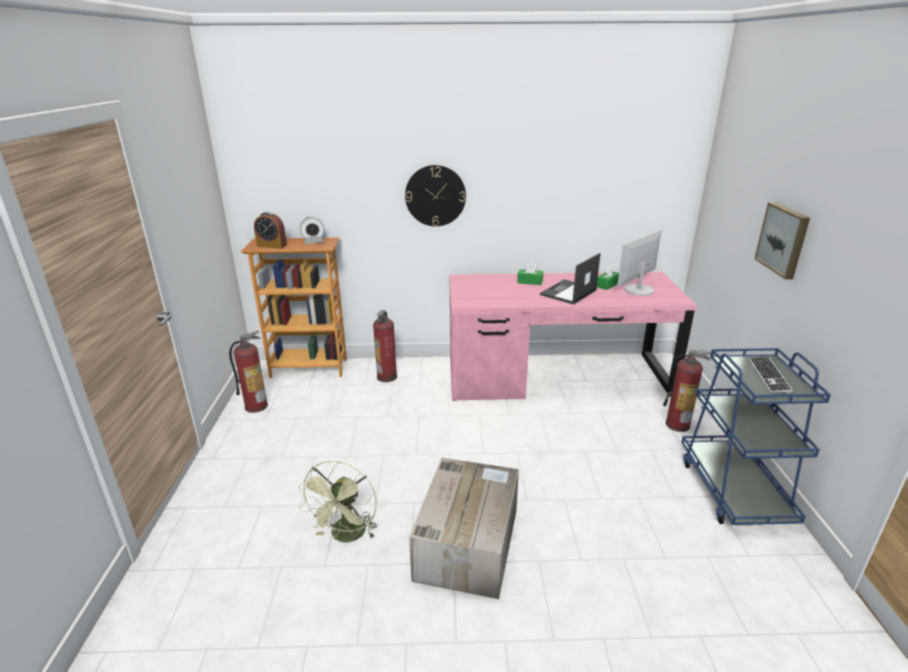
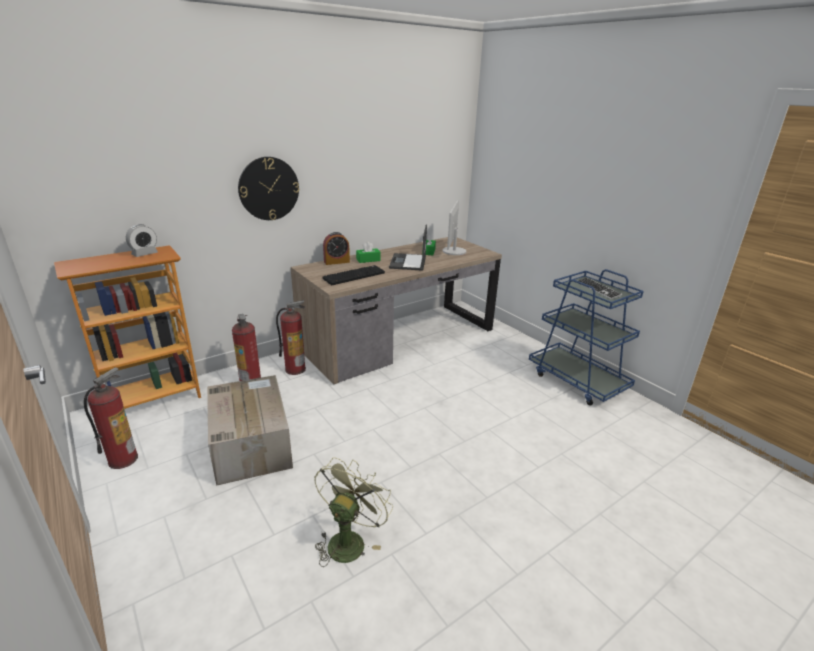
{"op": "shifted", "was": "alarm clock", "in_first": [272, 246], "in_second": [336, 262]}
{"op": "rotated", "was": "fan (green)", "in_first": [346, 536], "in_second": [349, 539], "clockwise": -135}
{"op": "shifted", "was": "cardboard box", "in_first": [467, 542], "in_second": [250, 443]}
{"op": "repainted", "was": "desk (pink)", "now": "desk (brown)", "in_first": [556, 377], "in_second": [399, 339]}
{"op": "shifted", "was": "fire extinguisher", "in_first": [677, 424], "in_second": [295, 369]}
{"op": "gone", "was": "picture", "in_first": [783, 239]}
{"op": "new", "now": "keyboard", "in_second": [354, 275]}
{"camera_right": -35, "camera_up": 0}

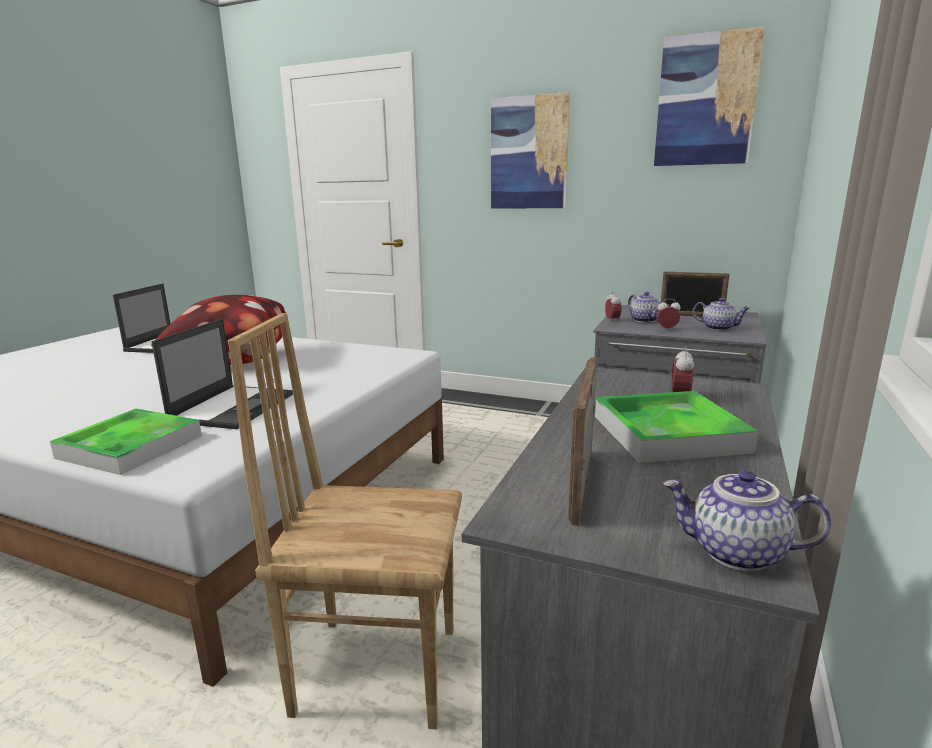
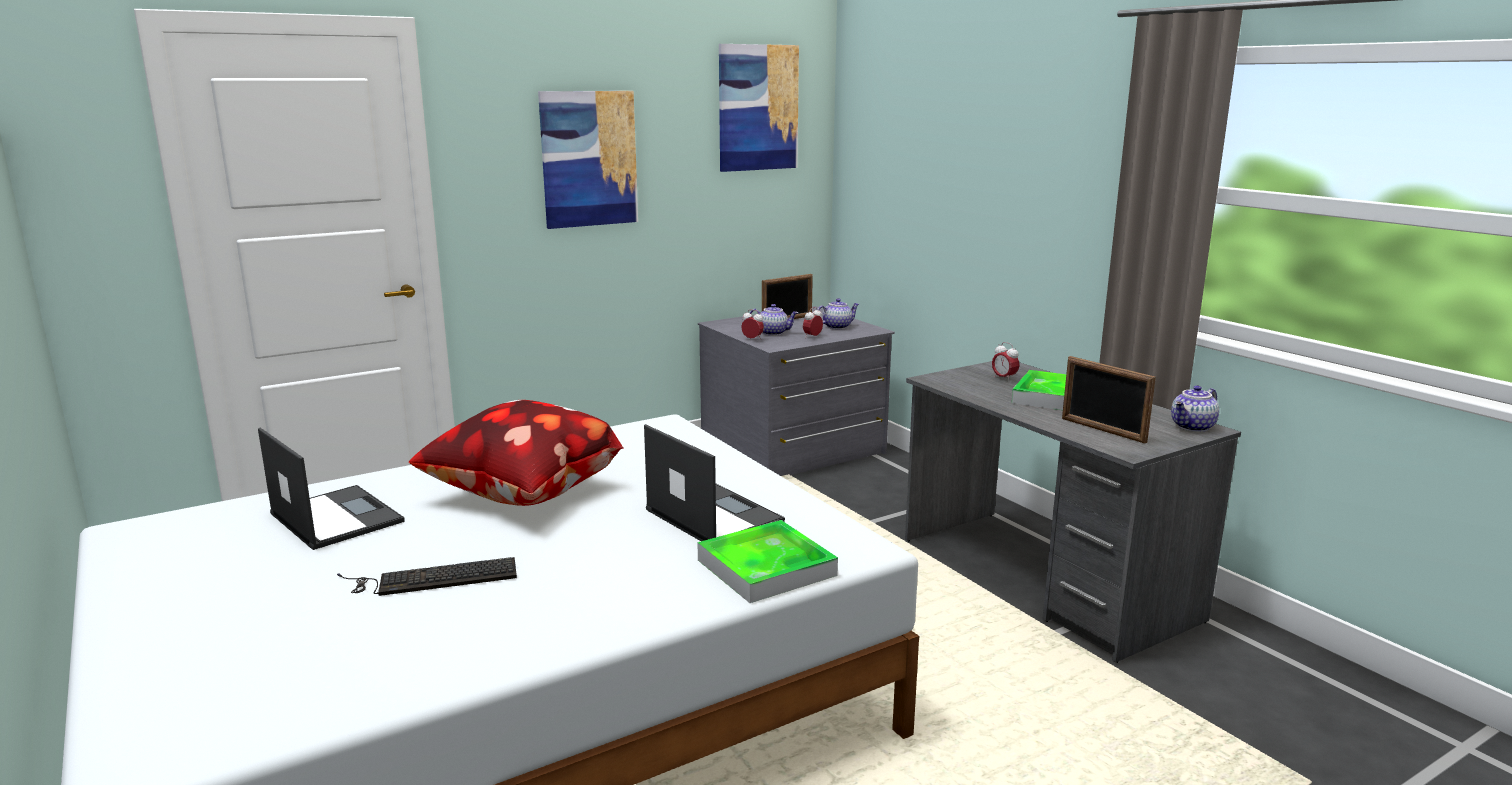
{"op": "gone", "was": "chair (brown)", "in_first": [376, 669]}
{"op": "new", "now": "keyboard", "in_second": [431, 578]}
{"camera_right": -55, "camera_up": 0}

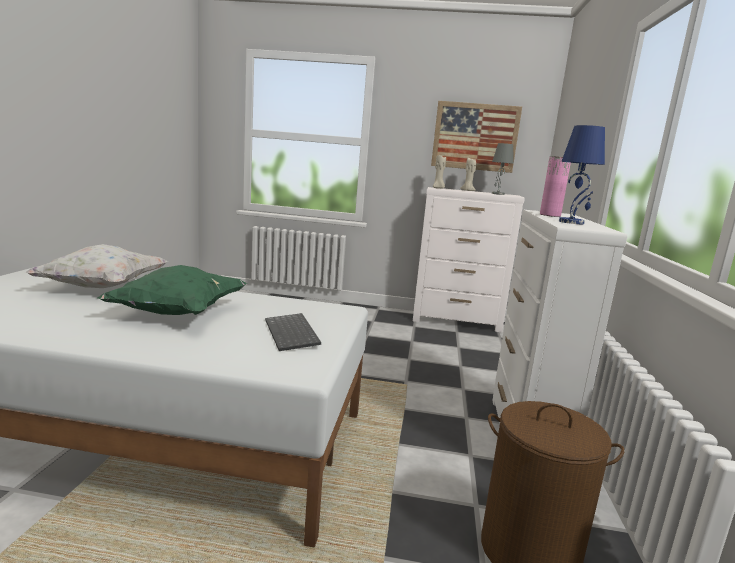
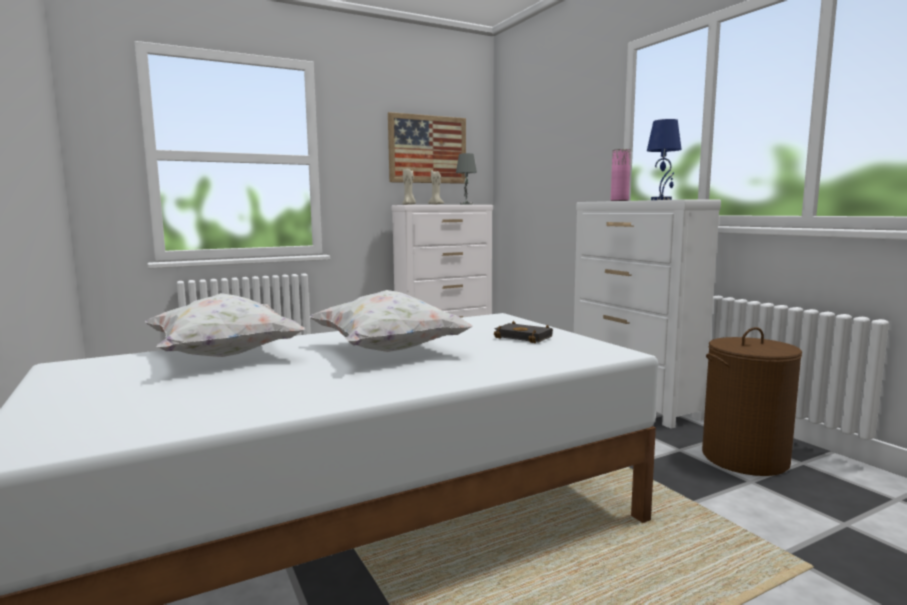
{"op": "repainted", "was": "pillow (green)", "now": "pillow (white)", "in_first": [178, 313], "in_second": [390, 351]}
{"op": "swapped", "was": "keyboard", "now": "book (black)", "in_first": [293, 334], "in_second": [525, 337]}
{"camera_right": -35, "camera_up": -5}

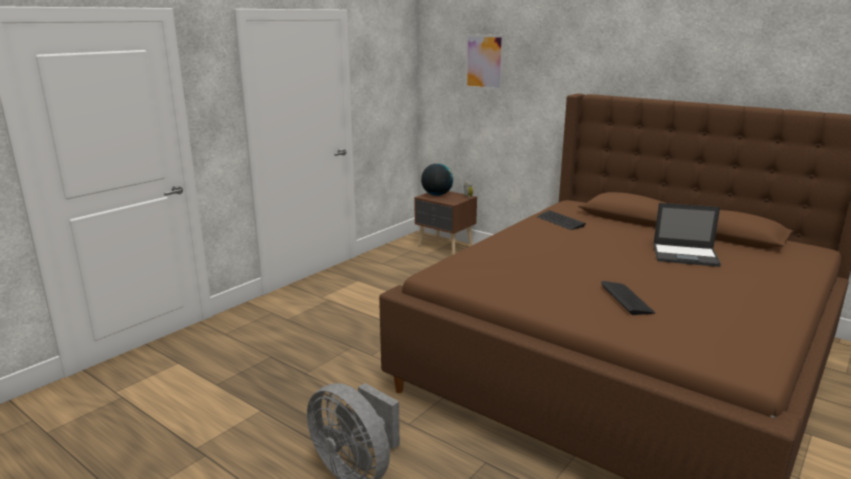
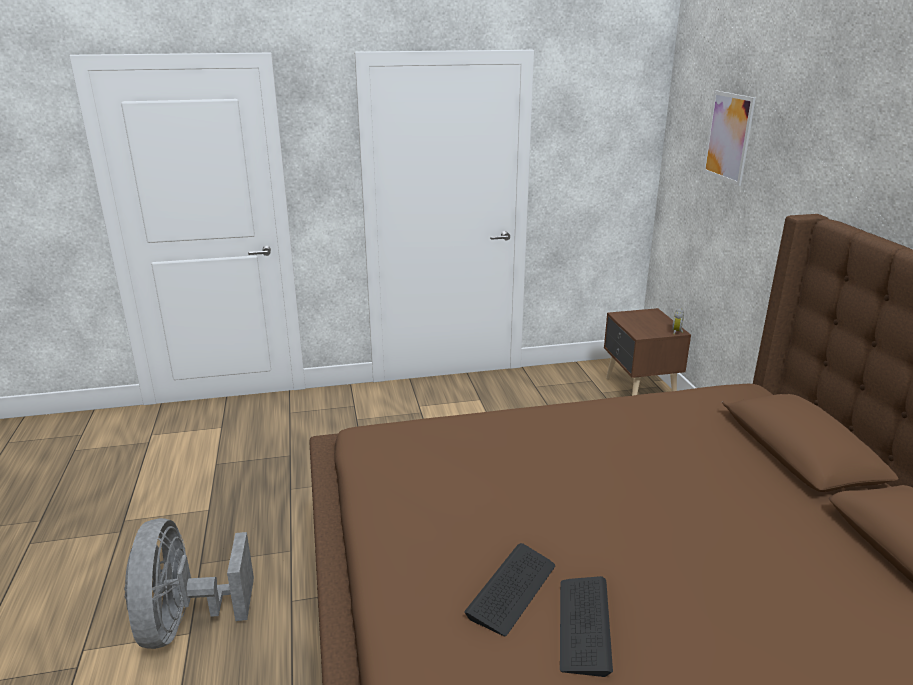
{"op": "gone", "was": "globe", "in_first": [437, 195]}
{"op": "shifted", "was": "keyboard", "in_first": [560, 221], "in_second": [584, 625]}
{"op": "gone", "was": "laptop", "in_first": [686, 255]}
{"camera_right": 40, "camera_up": 5}

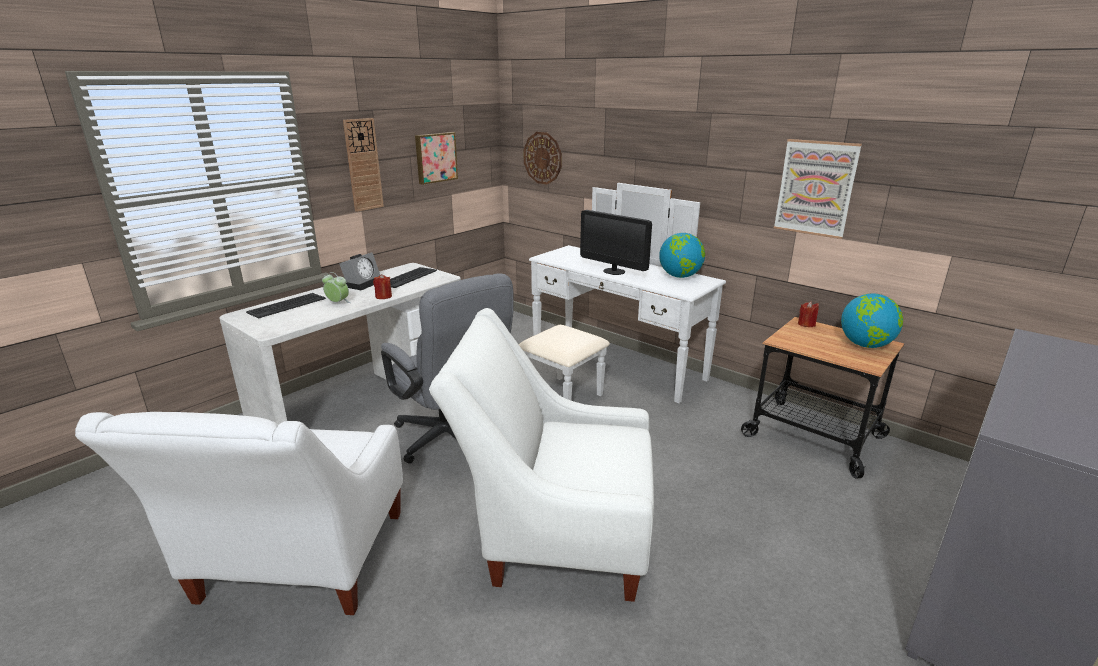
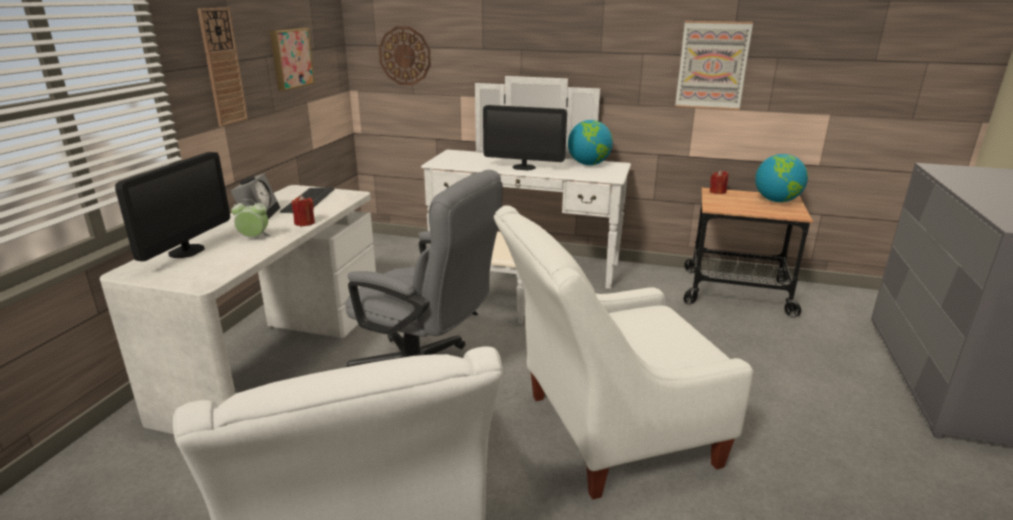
{"op": "swapped", "was": "keyboard", "now": "monitor", "in_first": [287, 306], "in_second": [186, 251]}
{"camera_right": -25, "camera_up": 0}

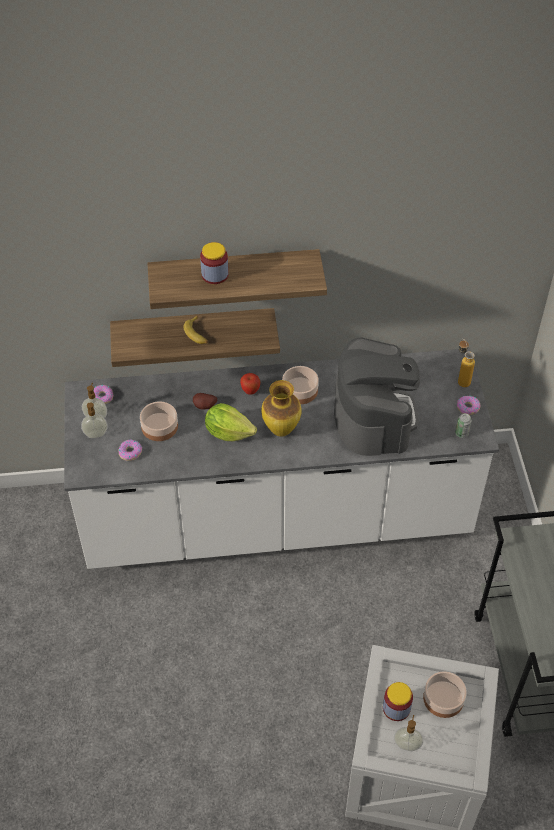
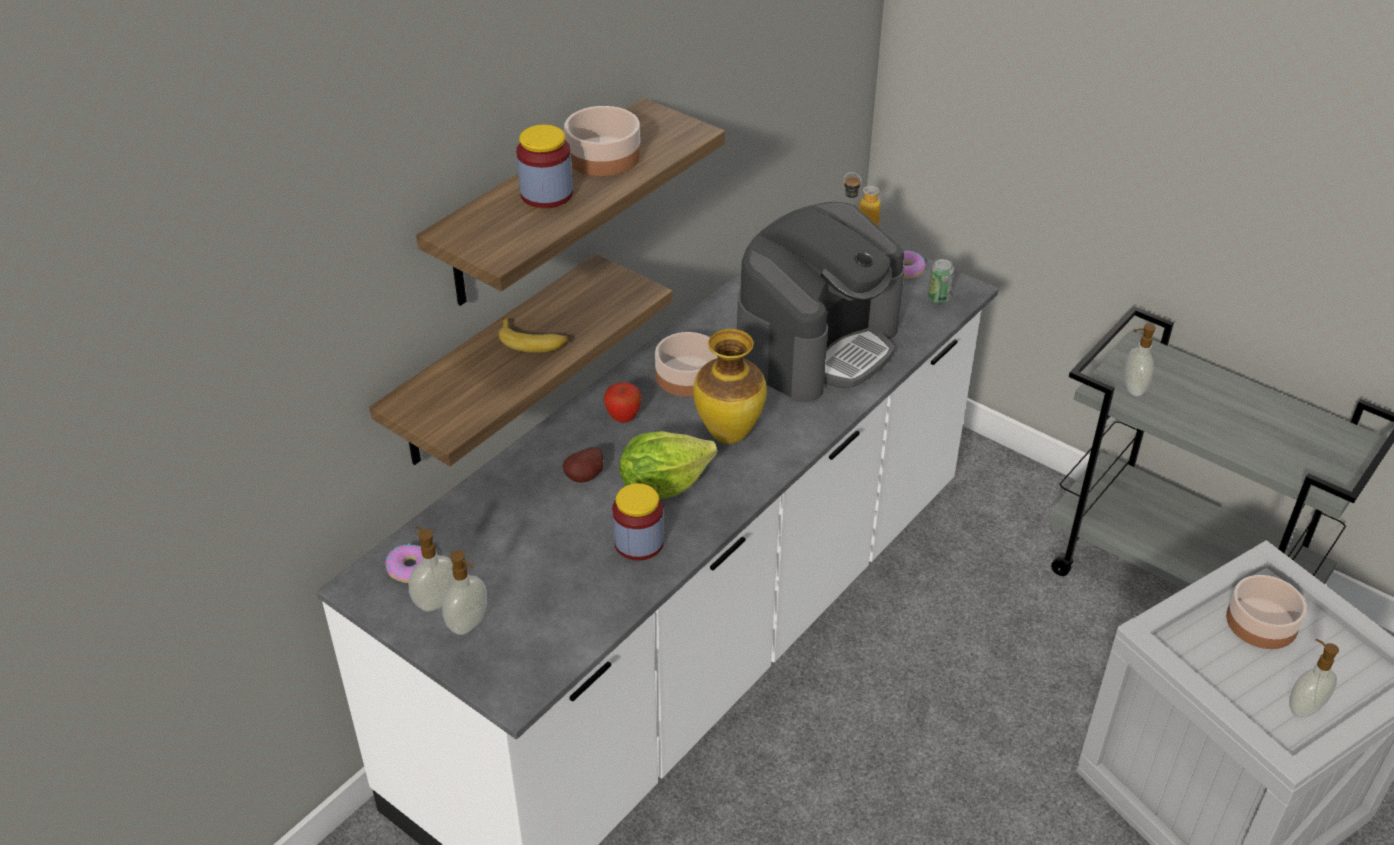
{"op": "gone", "was": "donut", "in_first": [130, 452]}
{"op": "shifted", "was": "bowl", "in_first": [159, 427], "in_second": [604, 156]}
{"op": "rotated", "was": "coffee machine", "in_first": [373, 416], "in_second": [817, 345], "clockwise": 90}
{"op": "shifted", "was": "jar", "in_first": [396, 708], "in_second": [639, 542]}
{"op": "new", "now": "soap dispenser", "in_second": [1132, 388]}
{"camera_right": -45, "camera_up": -10}

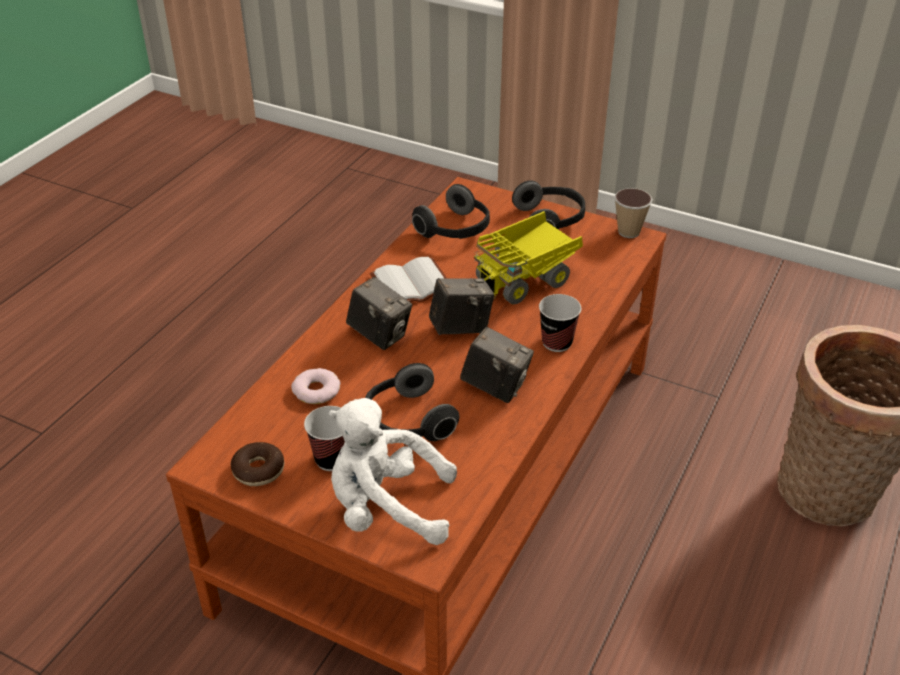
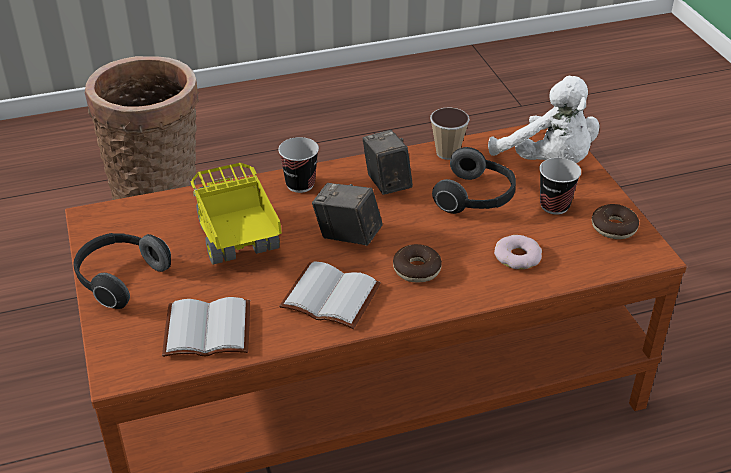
{"op": "swapped", "was": "photo camera", "now": "donut", "in_first": [380, 335], "in_second": [416, 269]}
{"op": "swapped", "was": "headphones", "now": "book (white)", "in_first": [455, 230], "in_second": [209, 328]}
{"op": "rotated", "was": "toy truck", "in_first": [526, 279], "in_second": [237, 241], "clockwise": -120}
{"op": "shifted", "was": "cup", "in_first": [628, 232], "in_second": [447, 153]}
{"camera_right": -135, "camera_up": 0}

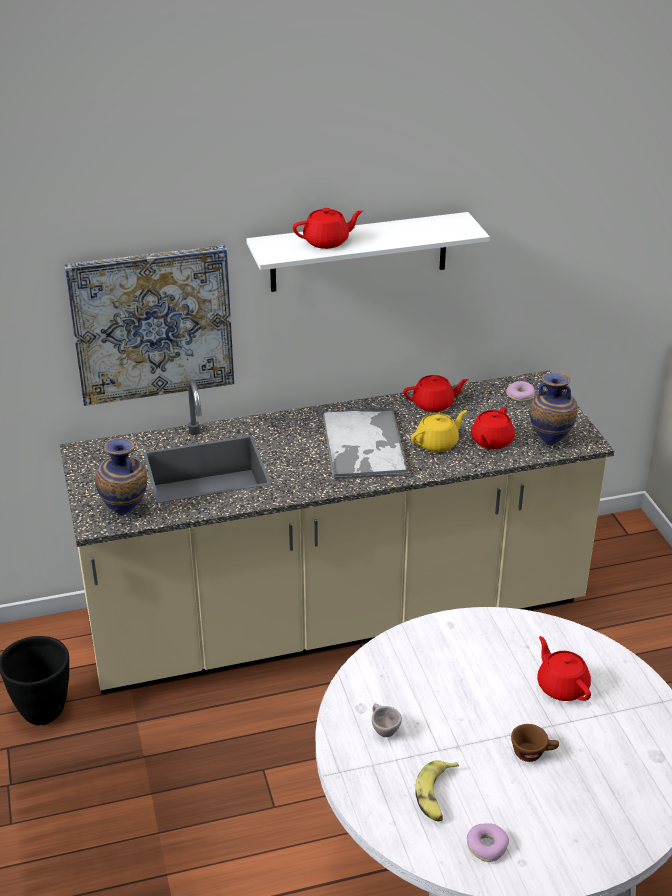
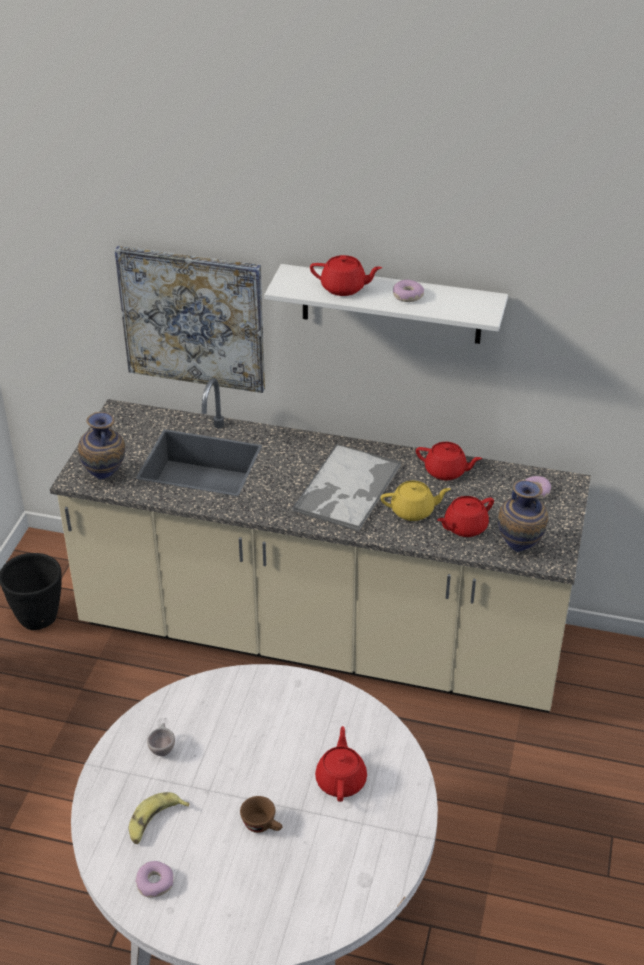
{"op": "new", "now": "donut", "in_second": [407, 296]}
{"camera_right": 30, "camera_up": 5}

